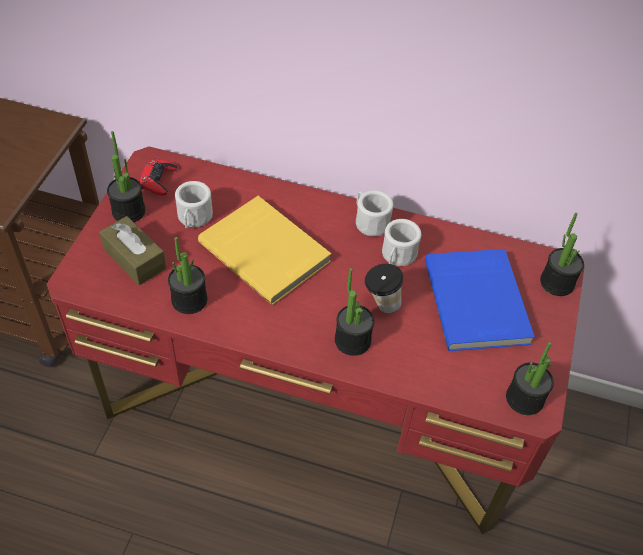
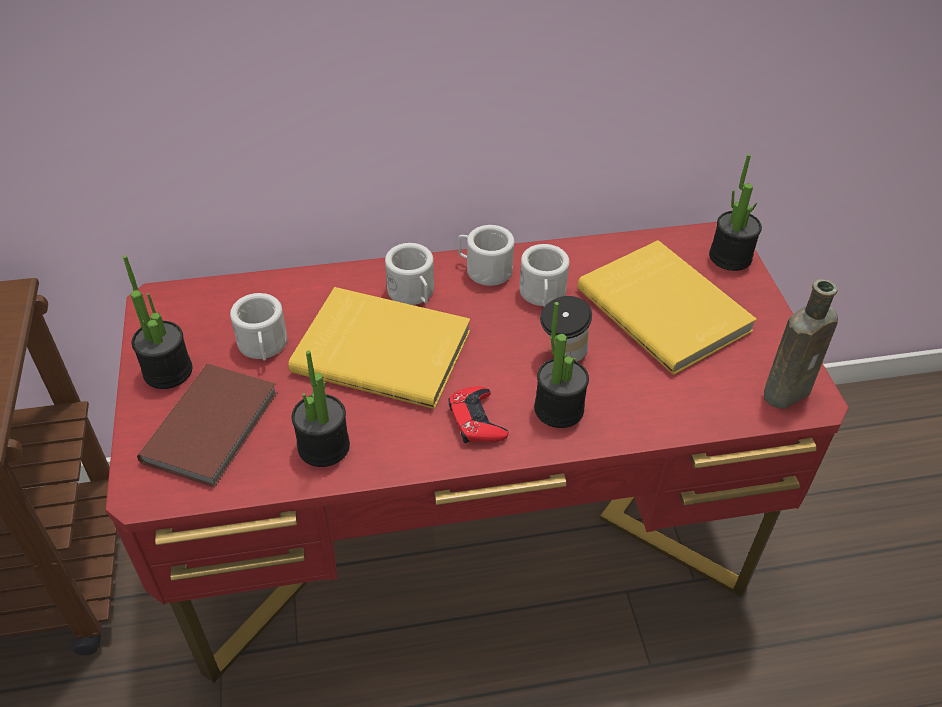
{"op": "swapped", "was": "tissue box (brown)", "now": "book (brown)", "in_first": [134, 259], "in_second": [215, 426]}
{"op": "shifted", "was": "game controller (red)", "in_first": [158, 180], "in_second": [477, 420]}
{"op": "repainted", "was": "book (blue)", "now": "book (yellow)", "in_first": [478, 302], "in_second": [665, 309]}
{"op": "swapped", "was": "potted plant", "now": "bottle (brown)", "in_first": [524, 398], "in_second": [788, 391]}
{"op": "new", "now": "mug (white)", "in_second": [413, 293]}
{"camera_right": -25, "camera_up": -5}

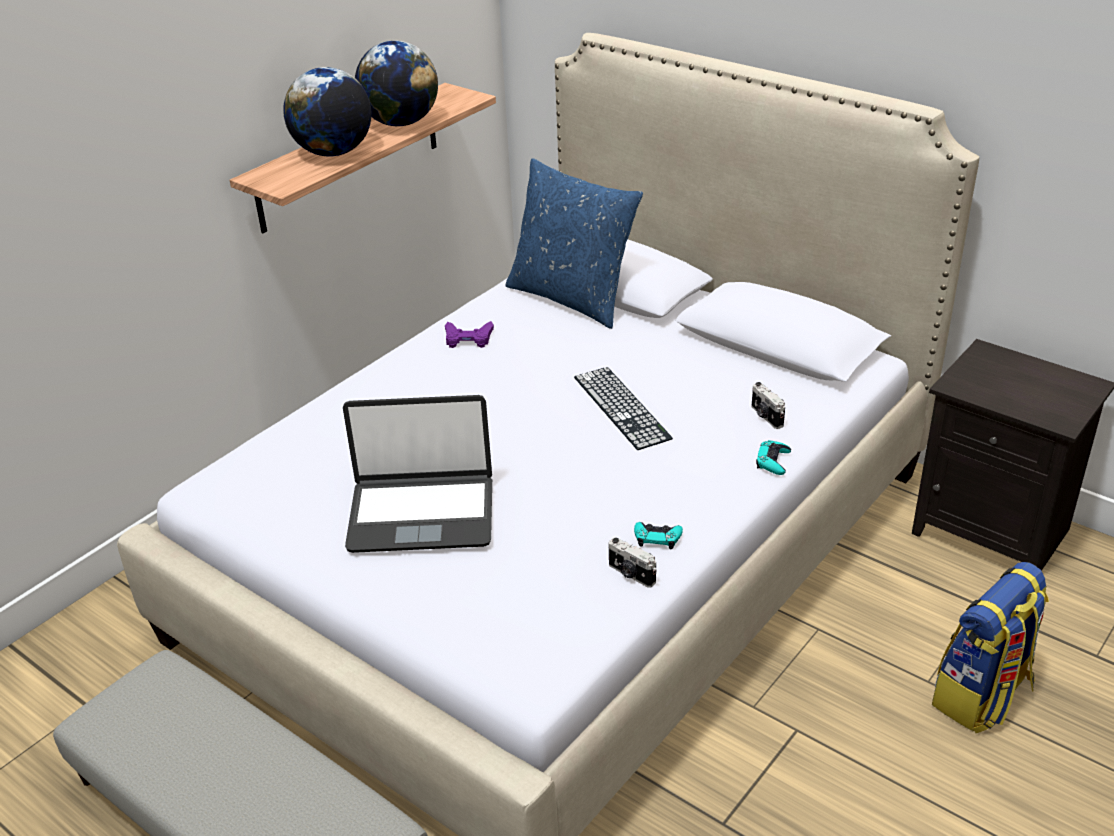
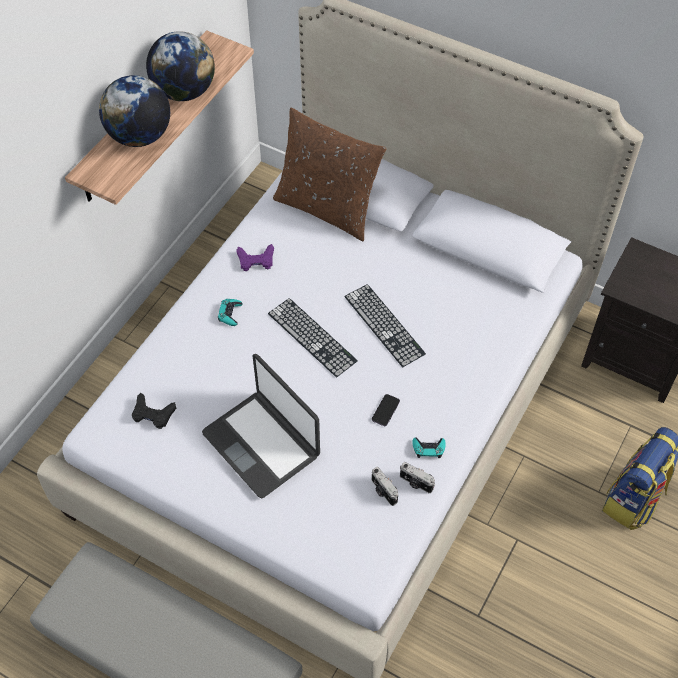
{"op": "rotated", "was": "laptop", "in_first": [421, 514], "in_second": [262, 444], "clockwise": 60}
{"op": "repainted", "was": "pillow (blue)", "now": "pillow (brown)", "in_first": [572, 298], "in_second": [327, 208]}
{"op": "shifted", "was": "photo camera", "in_first": [765, 416], "in_second": [383, 491]}
{"op": "shifted", "was": "game controller (turquoise)", "in_first": [773, 461], "in_second": [230, 314]}
{"op": "new", "now": "game controller (black)", "in_second": [153, 414]}
{"op": "new", "now": "keyboard", "in_second": [312, 337]}
{"op": "new", "now": "phone", "in_second": [385, 411]}
{"camera_right": -10, "camera_up": 20}

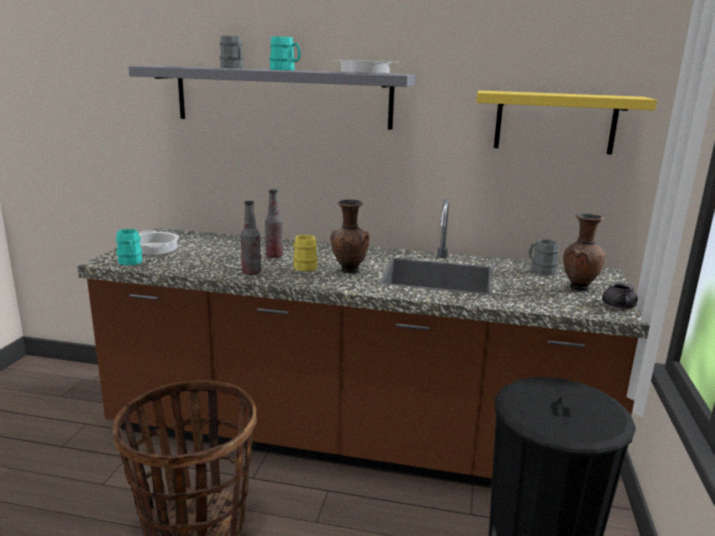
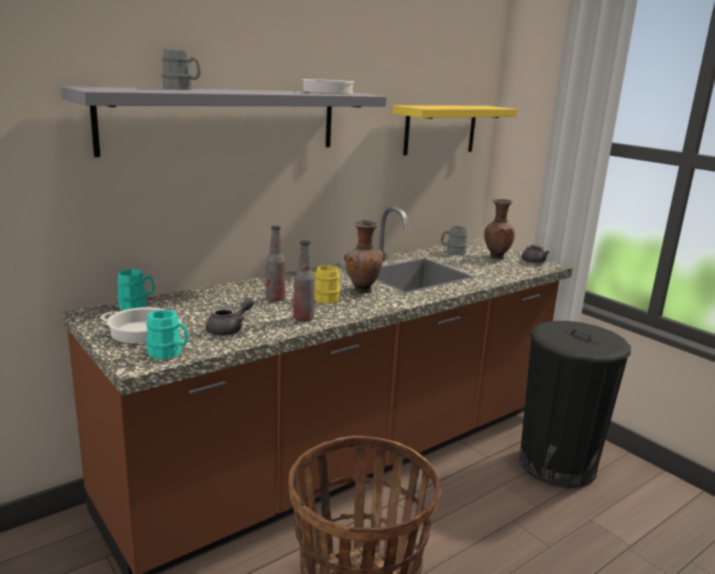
{"op": "shifted", "was": "mug (turquoise)", "in_first": [285, 70], "in_second": [137, 305]}
{"op": "new", "now": "teapot (grey)", "in_second": [230, 329]}
{"camera_right": -50, "camera_up": 0}

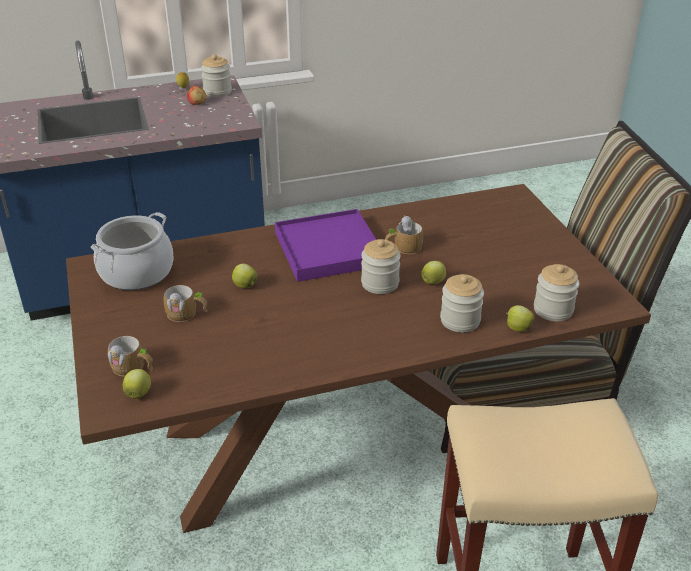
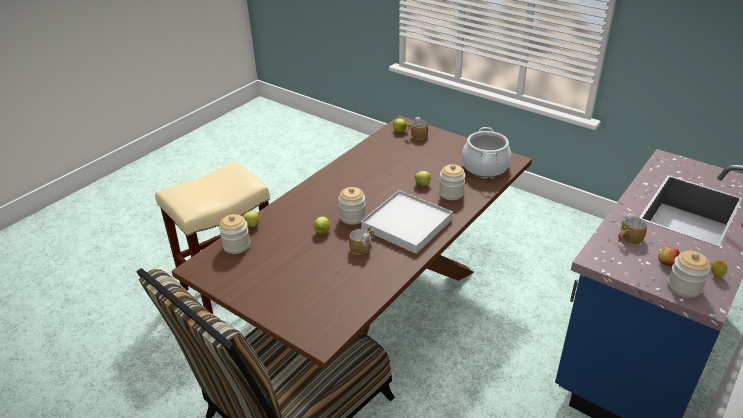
{"op": "shifted", "was": "mug", "in_first": [187, 314], "in_second": [628, 239]}
{"op": "repainted", "was": "tray (purple)", "now": "tray (white)", "in_first": [328, 249], "in_second": [407, 224]}
{"op": "shifted", "was": "jar", "in_first": [460, 320], "in_second": [451, 193]}
{"camera_right": 145, "camera_up": 0}

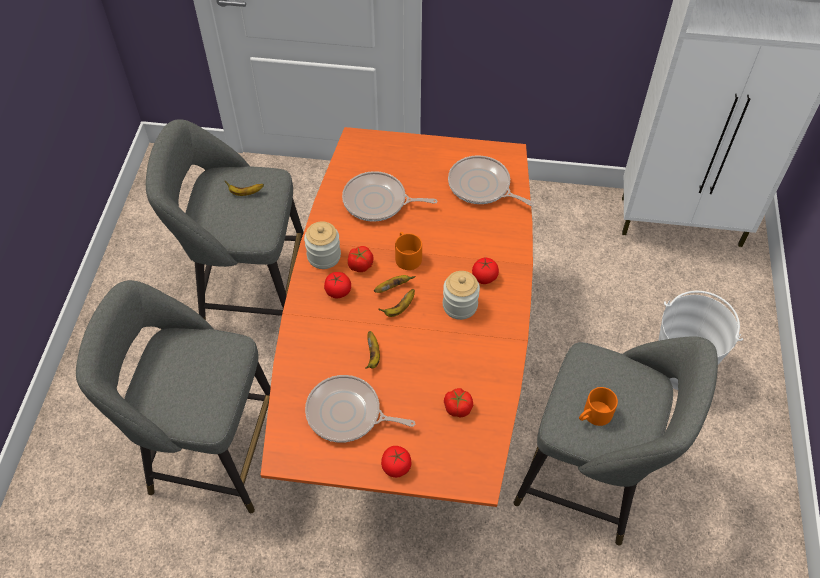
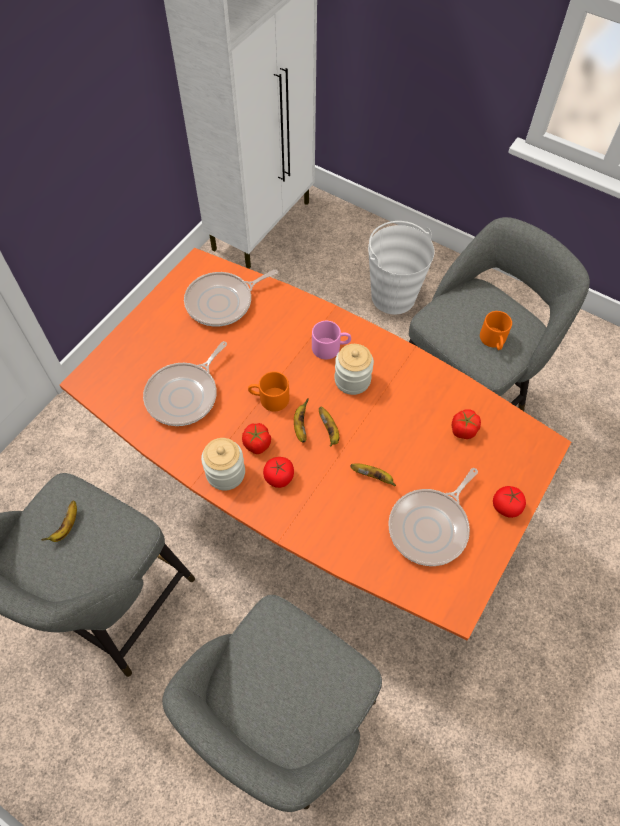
{"op": "swapped", "was": "tomato", "now": "mug (pink)", "in_first": [484, 277], "in_second": [330, 347]}
{"camera_right": -65, "camera_up": 5}

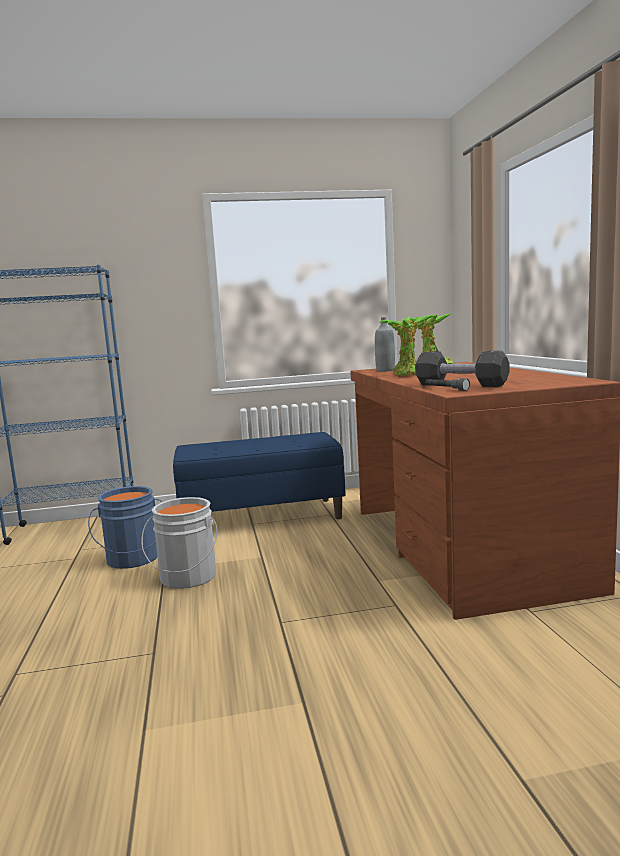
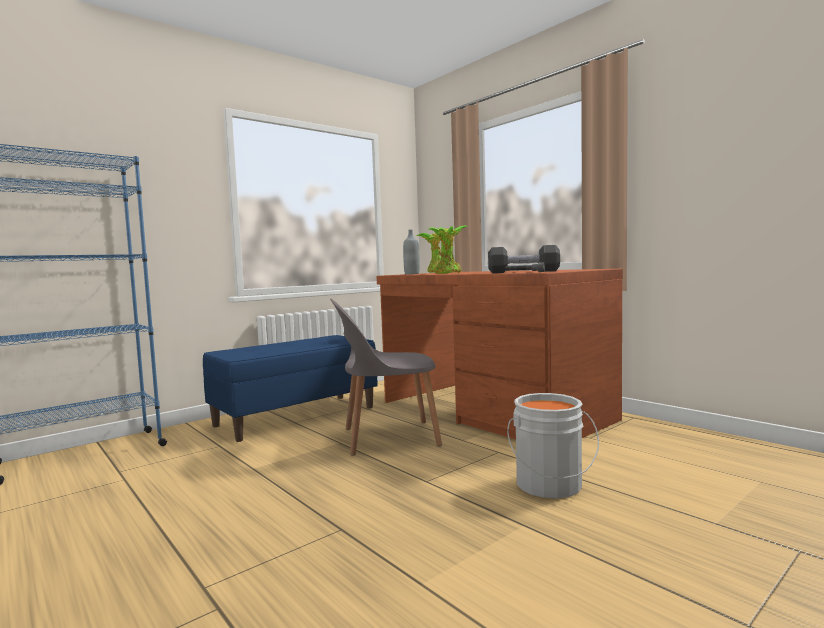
{"op": "gone", "was": "bucket (blue)", "in_first": [133, 559]}
{"op": "shifted", "was": "bucket (grey)", "in_first": [186, 578], "in_second": [550, 486]}
{"op": "new", "now": "chair (grey)", "in_second": [387, 437]}
{"camera_right": -30, "camera_up": -5}

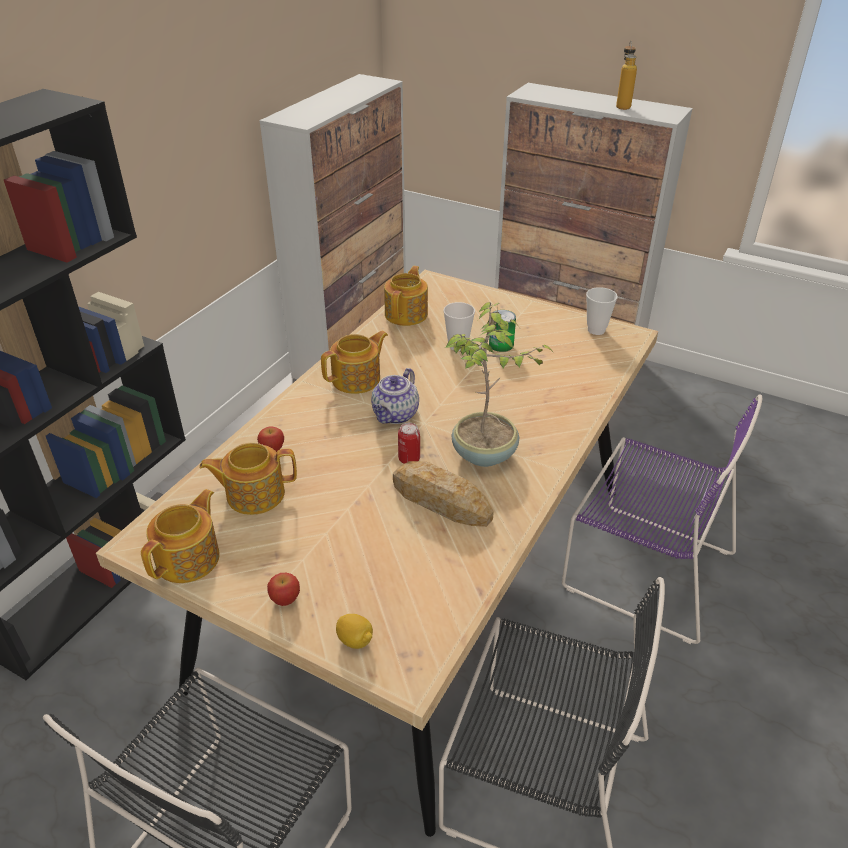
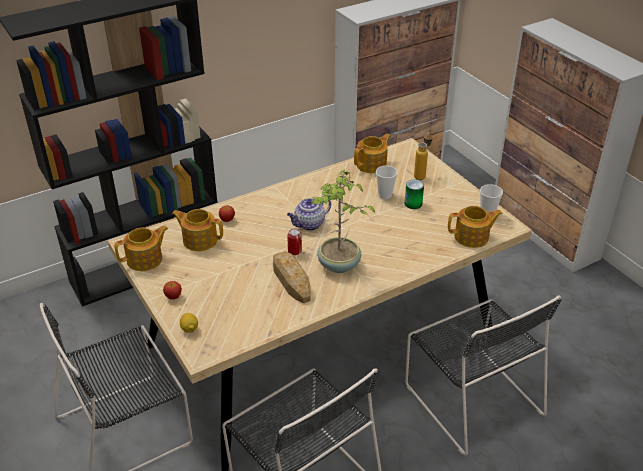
{"op": "shifted", "was": "teapot", "in_first": [357, 379], "in_second": [472, 237]}
{"op": "repainted", "was": "chair (purple)", "now": "chair (black)", "in_first": [643, 568], "in_second": [470, 396]}
{"op": "shifted", "was": "bottle", "in_first": [622, 105], "in_second": [422, 175]}
{"camera_right": 30, "camera_up": 0}

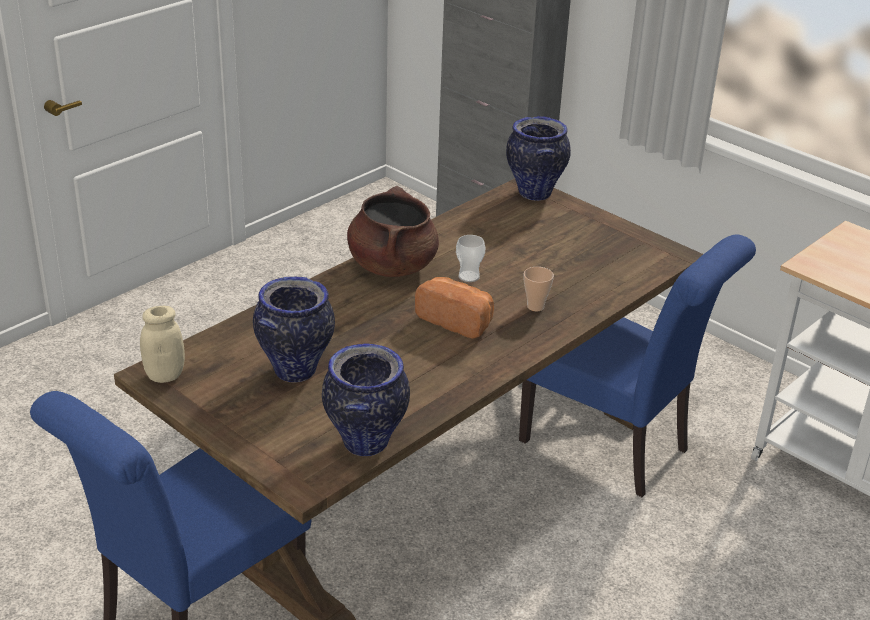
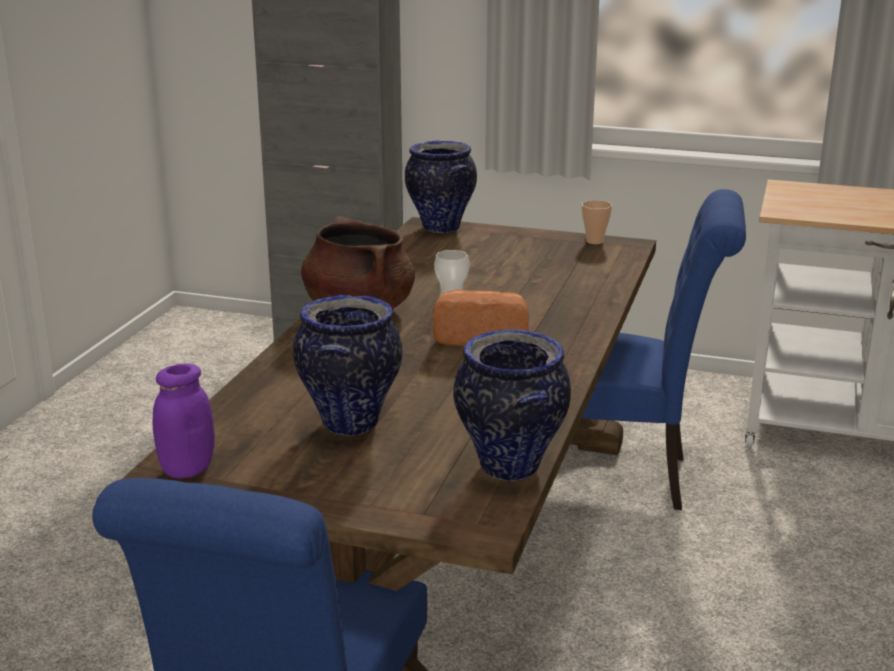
{"op": "repainted", "was": "jar (beige)", "now": "jar (purple)", "in_first": [165, 375], "in_second": [187, 469]}
{"op": "shifted", "was": "cup", "in_first": [535, 306], "in_second": [594, 241]}
{"camera_right": -25, "camera_up": -10}

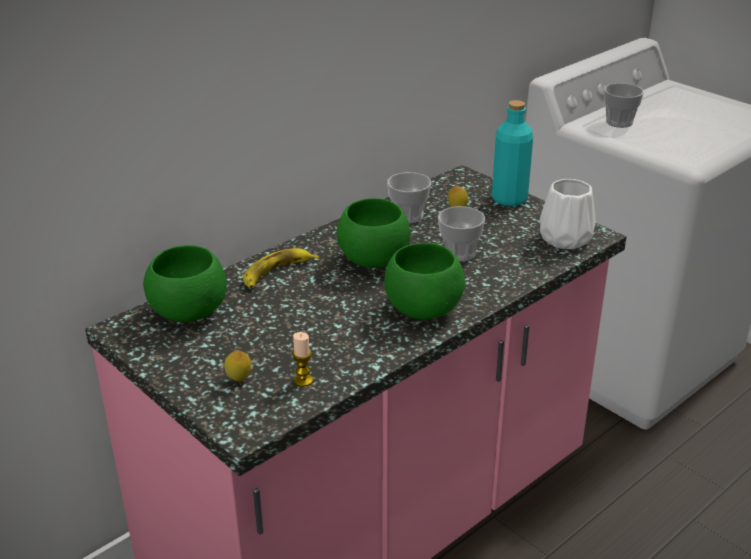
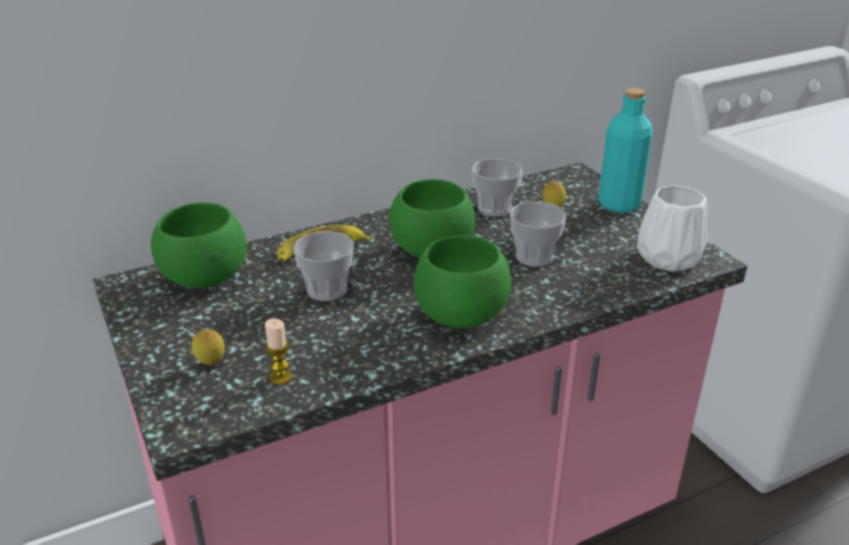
{"op": "shifted", "was": "cup", "in_first": [619, 122], "in_second": [327, 290]}
{"camera_right": 15, "camera_up": 0}

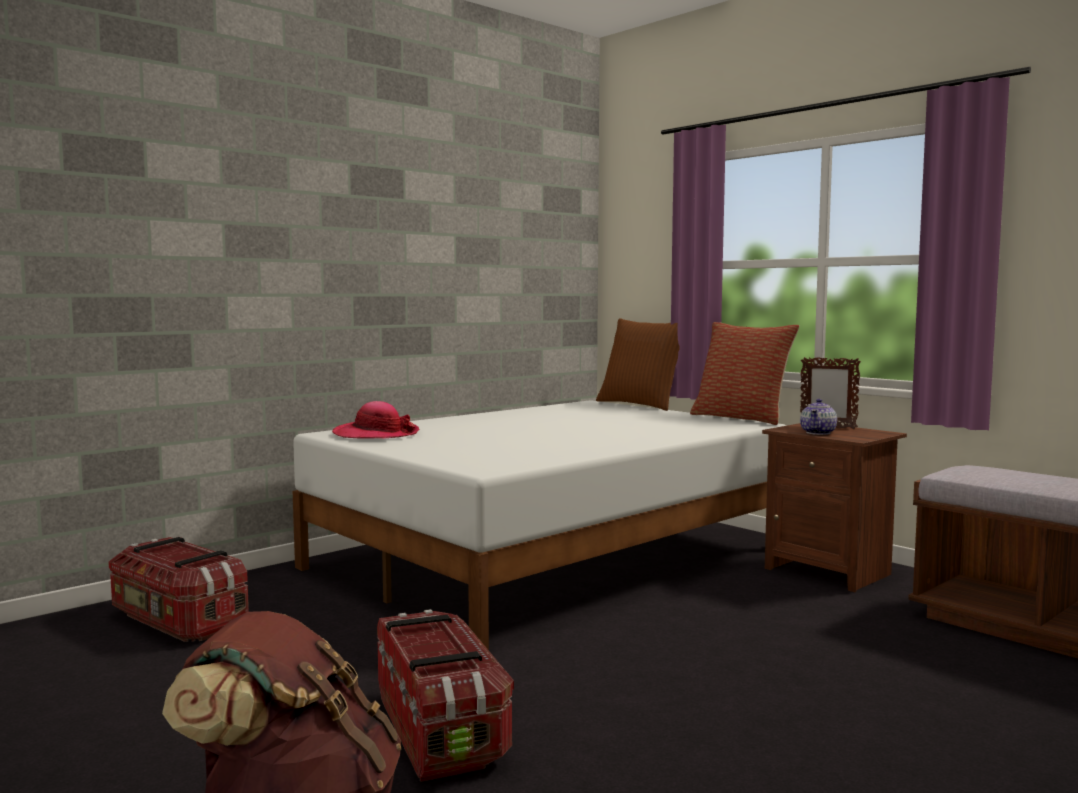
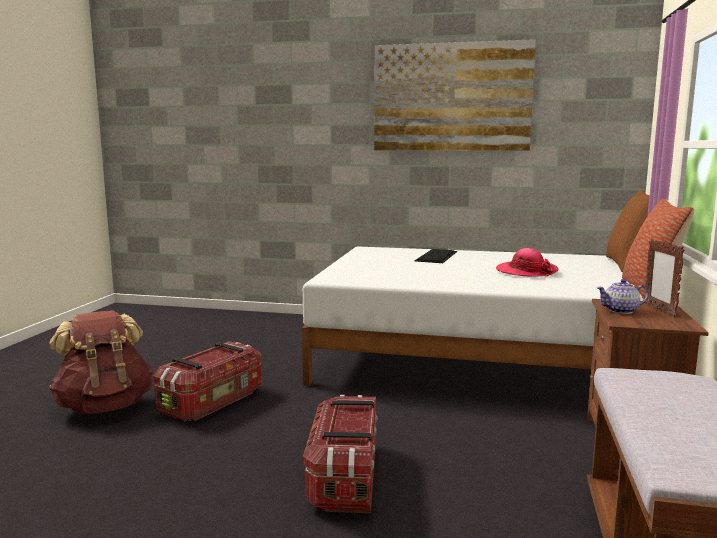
{"op": "shifted", "was": "storage box", "in_first": [178, 621], "in_second": [345, 477]}
{"op": "shifted", "was": "hat", "in_first": [376, 434], "in_second": [526, 272]}
{"op": "new", "now": "picture", "in_second": [451, 97]}
{"op": "new", "now": "keyboard", "in_second": [436, 256]}
{"camera_right": 55, "camera_up": 5}

